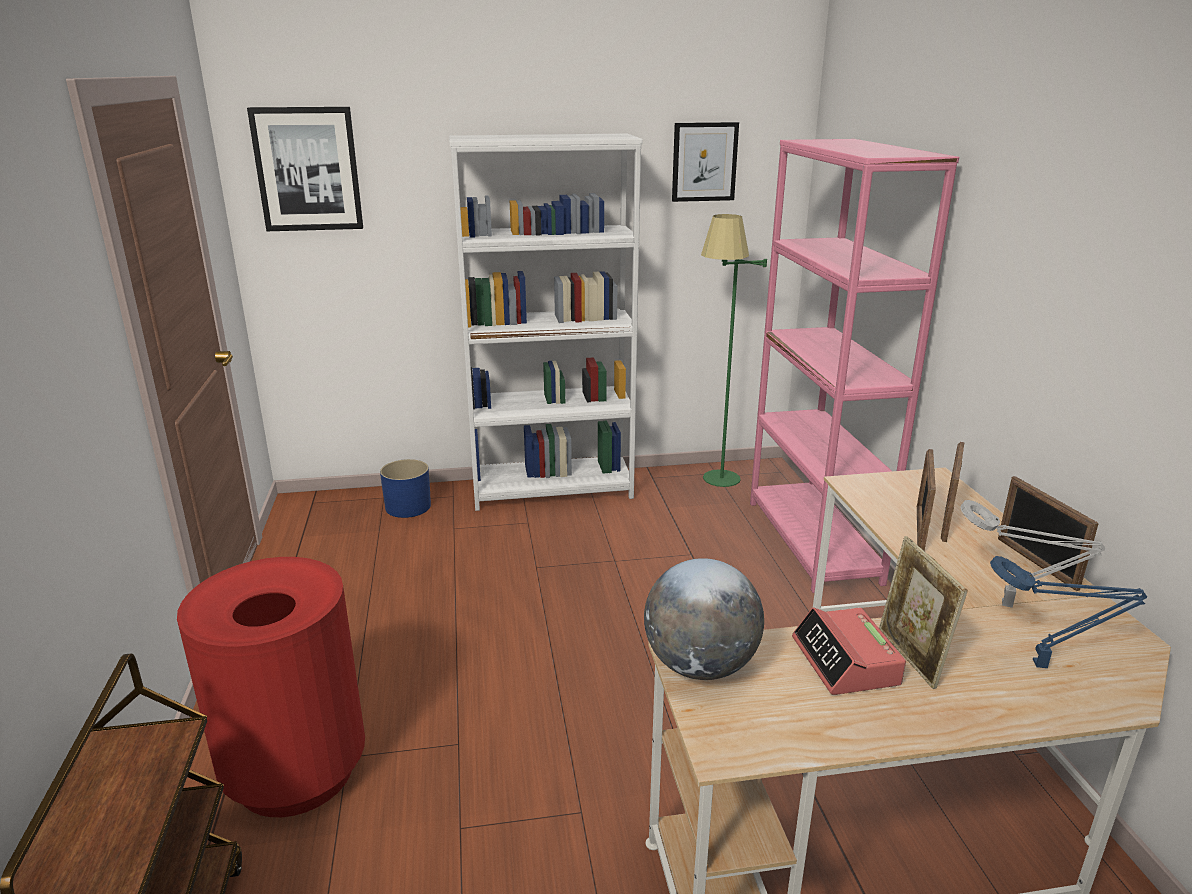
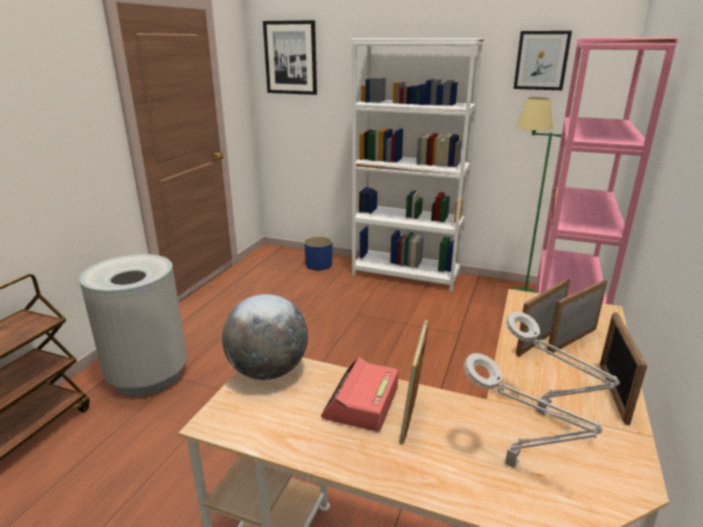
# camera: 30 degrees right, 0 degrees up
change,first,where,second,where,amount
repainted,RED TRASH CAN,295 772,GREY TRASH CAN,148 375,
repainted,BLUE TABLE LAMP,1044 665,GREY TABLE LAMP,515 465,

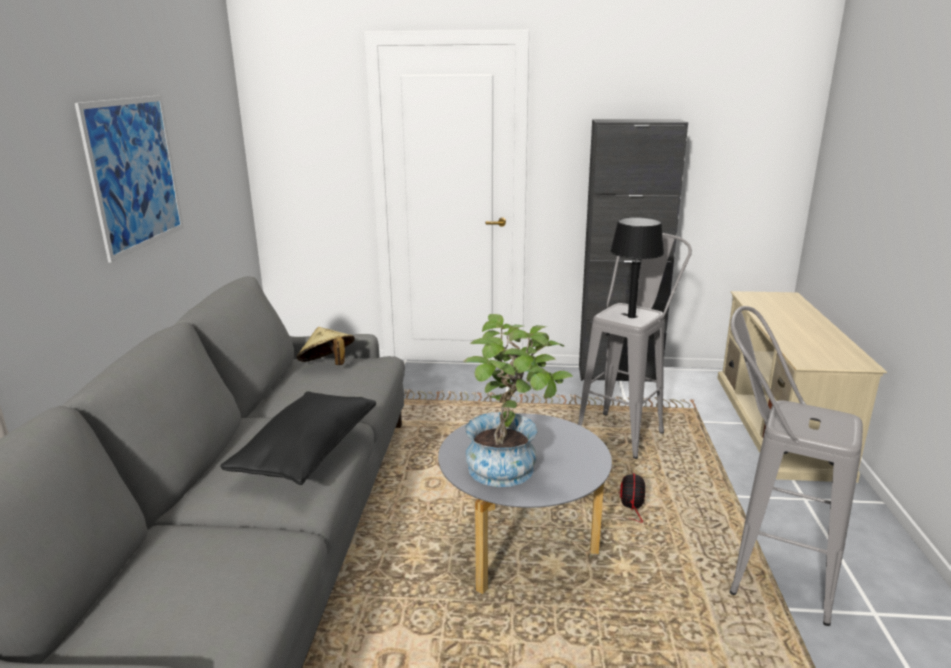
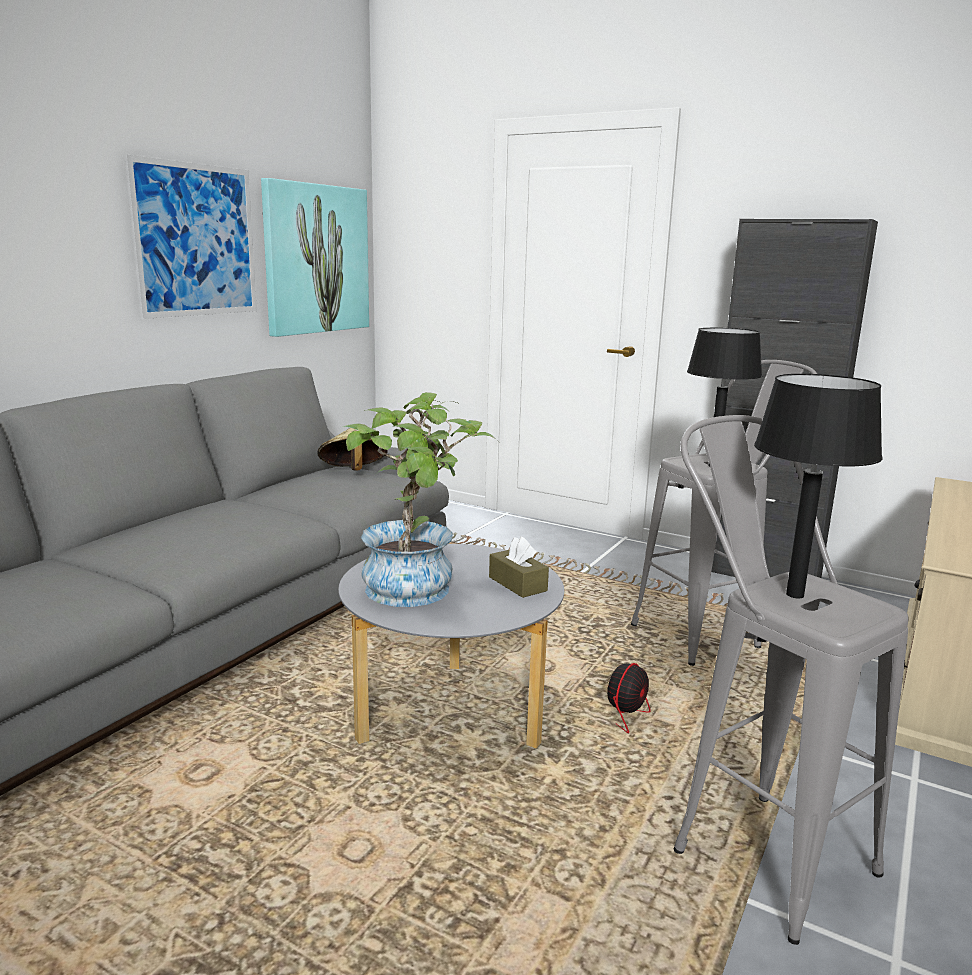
# camera: 25 degrees right, 5 degrees down
change,first,where,second,where,amount
gone,BLACK PILLOW,307 453,,,
new,,,PICTURE,316 259,
new,,,BROWN TISSUE BOX,517 584,
new,,,BLACK TABLE LAMP,796 595,

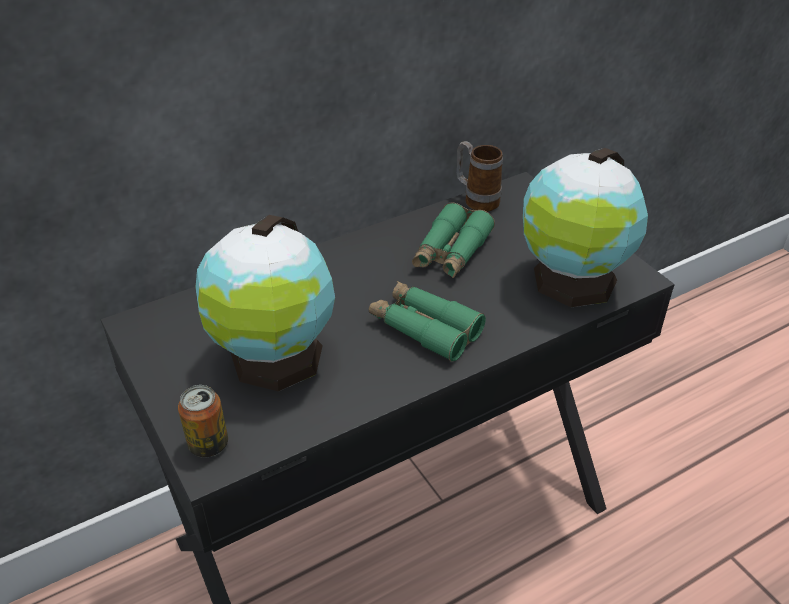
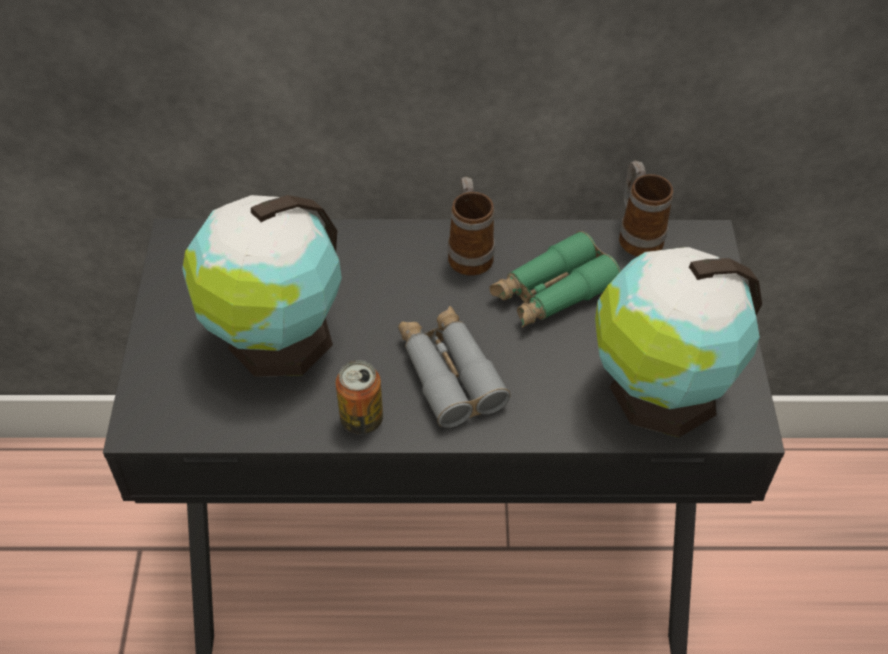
# camera: 30 degrees right, 10 degrees up
change,first,where,second,where,amount
shifted,CAN,208 444,,361 419,
repainted,GREEN BINOCULARS,424 328,GREY BINOCULARS,449 373,
new,,,MUG,469 252,

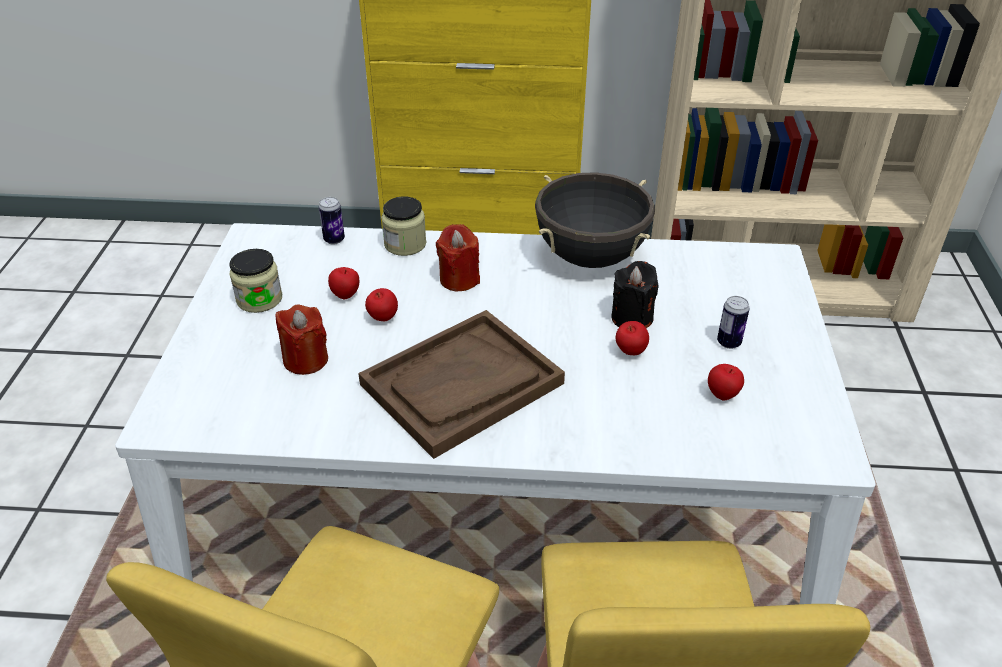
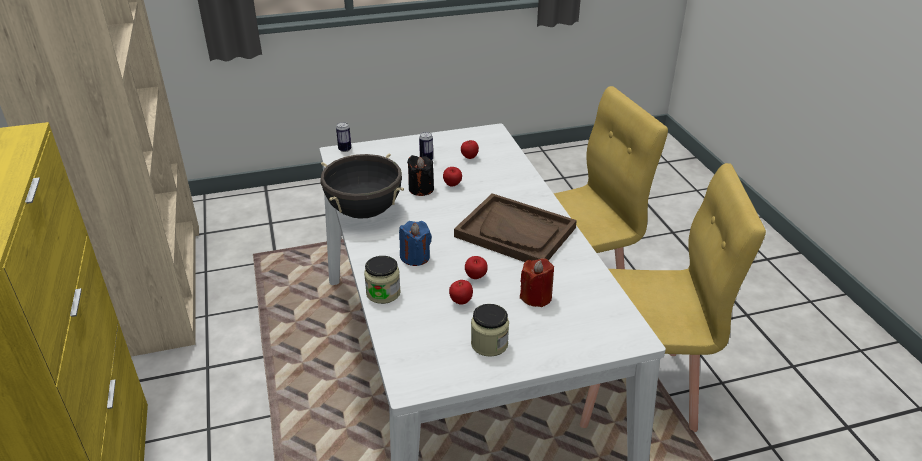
# camera: 110 degrees left, 5 degrees down
change,first,where,second,where,amount
shifted,CAN,334 240,,344 149,
repainted,RED CANDLE,459 279,BLUE CANDLE,415 257,

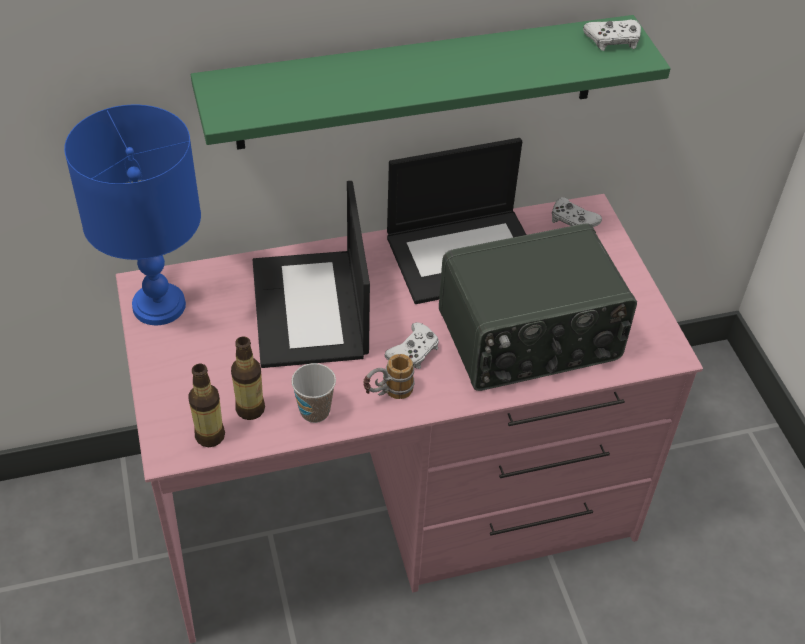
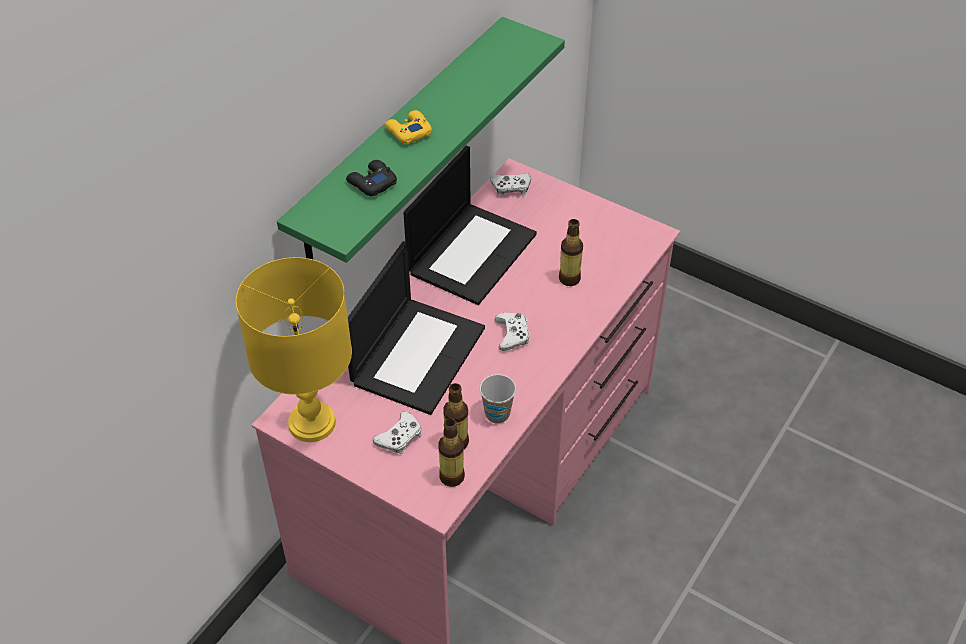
# camera: 40 degrees left, 0 degrees up
change,first,where,second,where,amount
repainted,BLUE TABLE LAMP,159 306,YELLOW TABLE LAMP,312 423,
rotated,LAPTOP,311 310,,417 354,105 degrees counterclockwise
gone,MUG,387 394,,,
swapped,RADIO,530 338,BOTTLE,569 279,
shifted,WHITE GAME CONTROLLER,613 40,,400 437,
new,,,BLACK GAME CONTROLLER,371 183,
new,,,YELLOW GAME CONTROLLER,408 131,

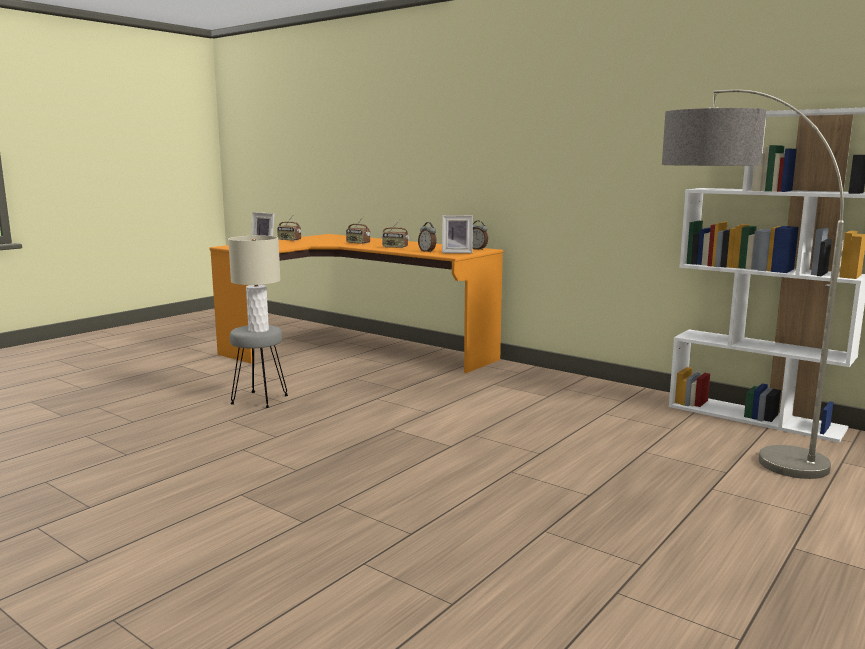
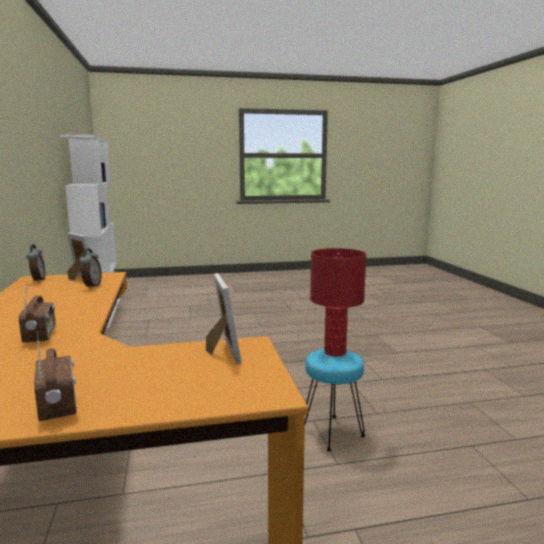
# camera: 140 degrees left, 0 degrees up
change,first,where,second,where,amount
repainted,BEIGE TABLE LAMP,259 330,RED TABLE LAMP,334 352,
repainted,GREY STOOL,259 399,TURQUOISE STOOL,332 433,
gone,RADIO,395 247,,,
gone,FLOOR LAMP,720 442,,,

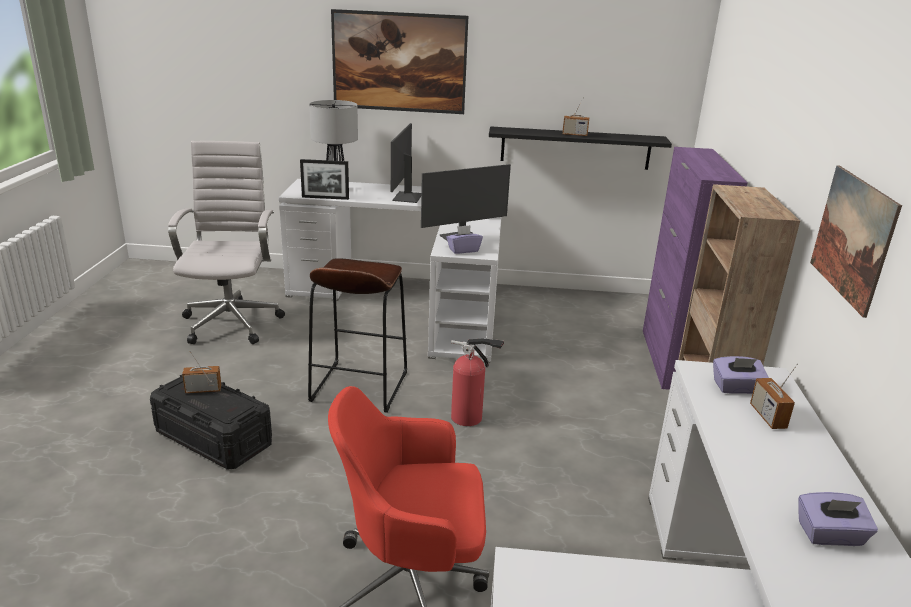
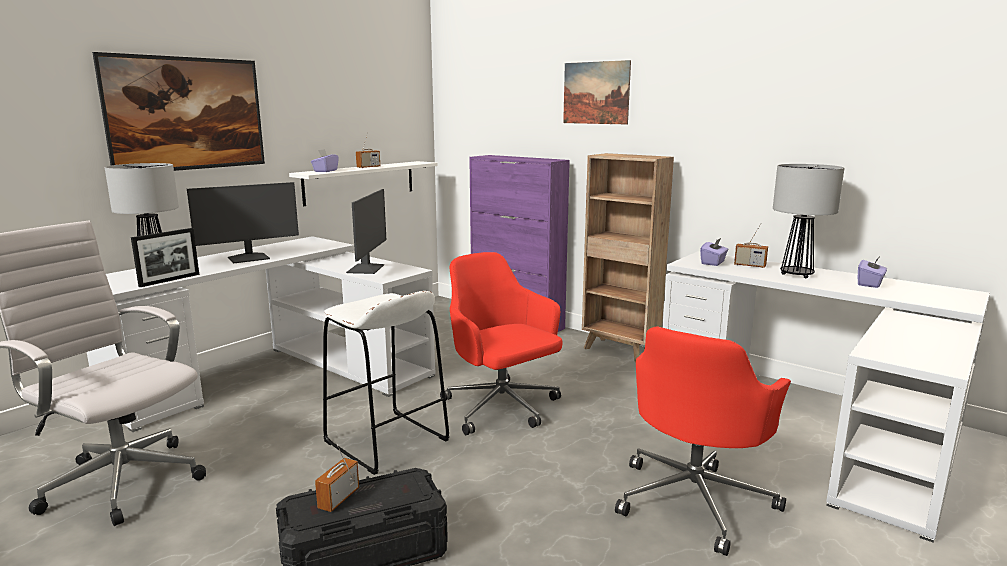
# camera: 55 degrees left, 10 degrees down
change,first,where,second,where,amount
repainted,BROWN STOOL,359 386,WHITE STOOL,386 441,
rotated,MONITOR,406 197,,249 258,75 degrees counterclockwise
shifted,PURPLE TISSUE BOX,463 250,,325 171,
swapped,FIRE EXTINGUISHER,470 418,RED OFFICE CHAIR,502 408,
repainted,BLACK SHELF,575 148,WHITE SHELF,360 182,
shifted,PICTURE,852 237,,596 93,
new,,,TABLE LAMP,796 275,

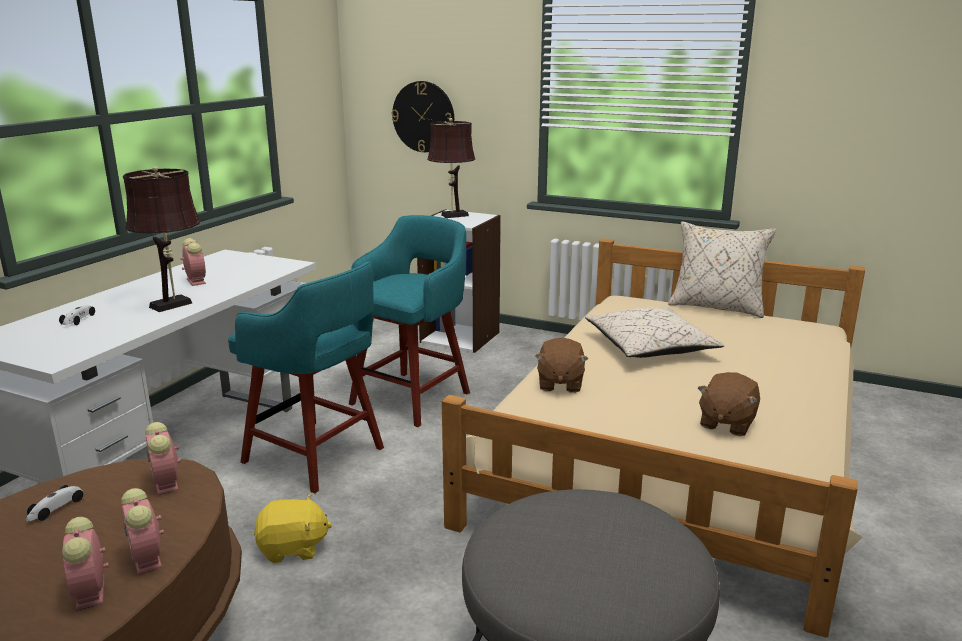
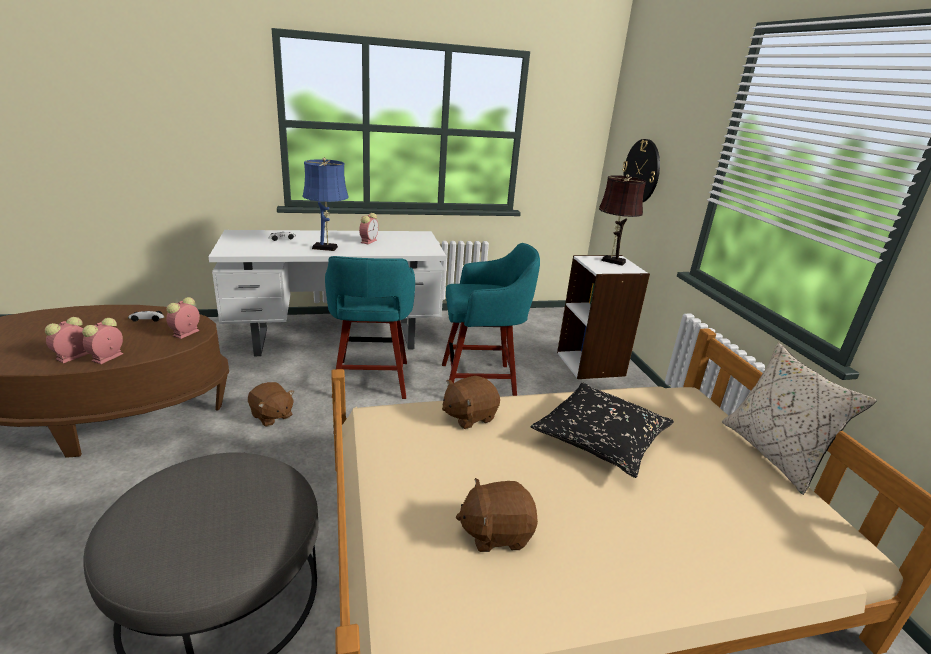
# camera: 50 degrees right, 5 degrees up
change,first,where,second,where,amount
repainted,BROWN TABLE LAMP,175 304,BLUE TABLE LAMP,327 248,
repainted,YELLOW PLUSH TOY,293 548,BROWN PLUSH TOY,271 416,
repainted,BEIGE PILLOW,649 347,BLACK PILLOW,601 439,

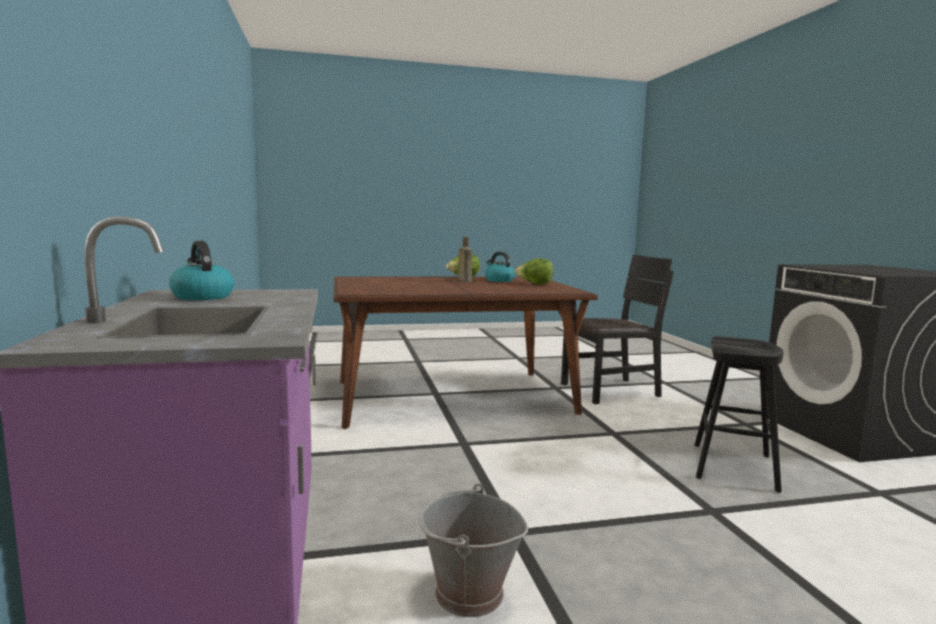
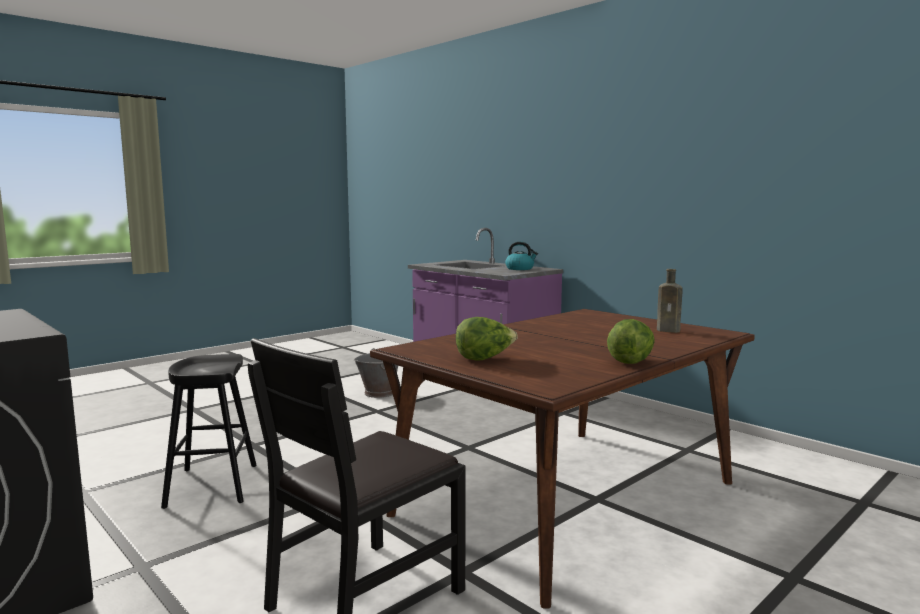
# camera: 150 degrees right, 0 degrees up
change,first,where,second,where,amount
shifted,BROWN BOTTLE,464 281,,670 331,
gone,KETTLE,499 280,,,

